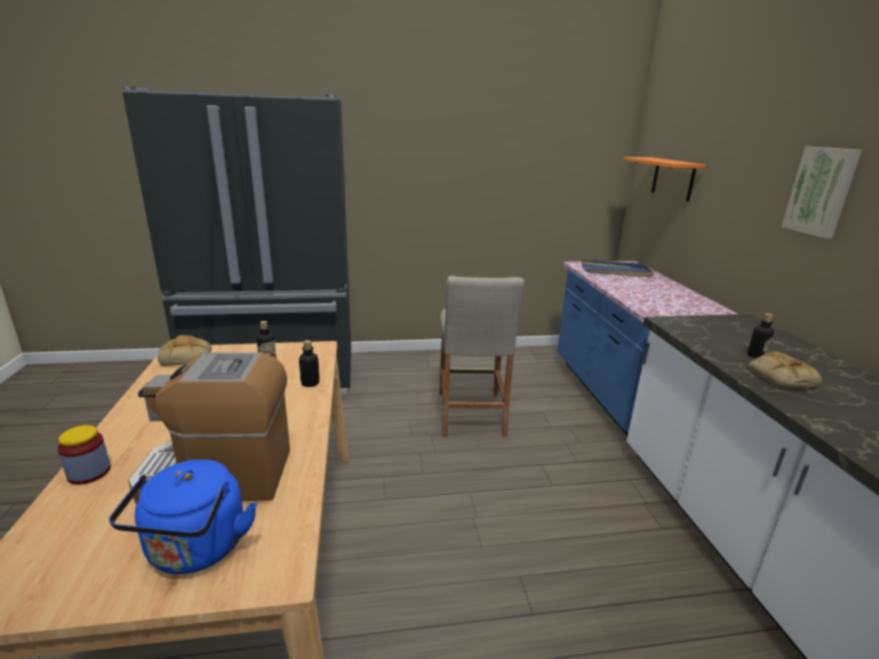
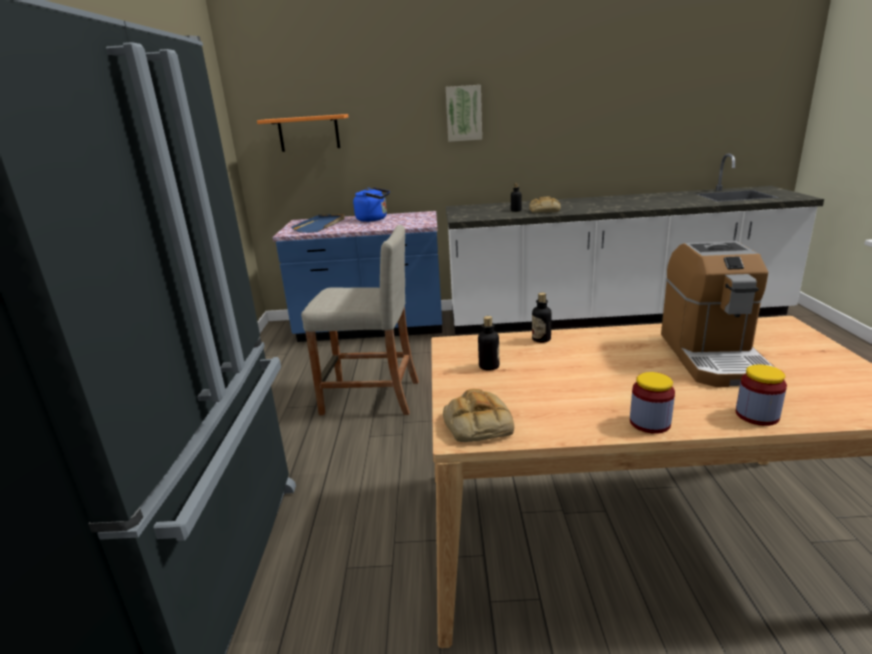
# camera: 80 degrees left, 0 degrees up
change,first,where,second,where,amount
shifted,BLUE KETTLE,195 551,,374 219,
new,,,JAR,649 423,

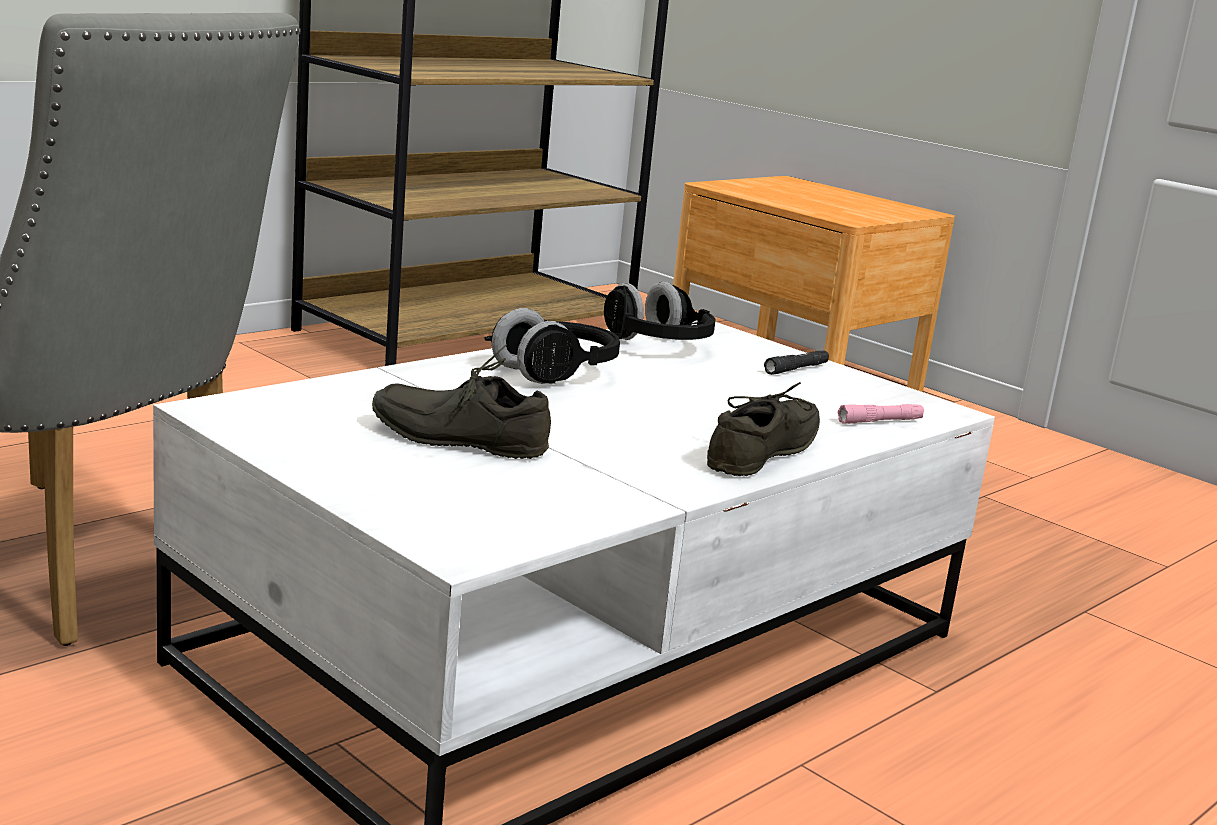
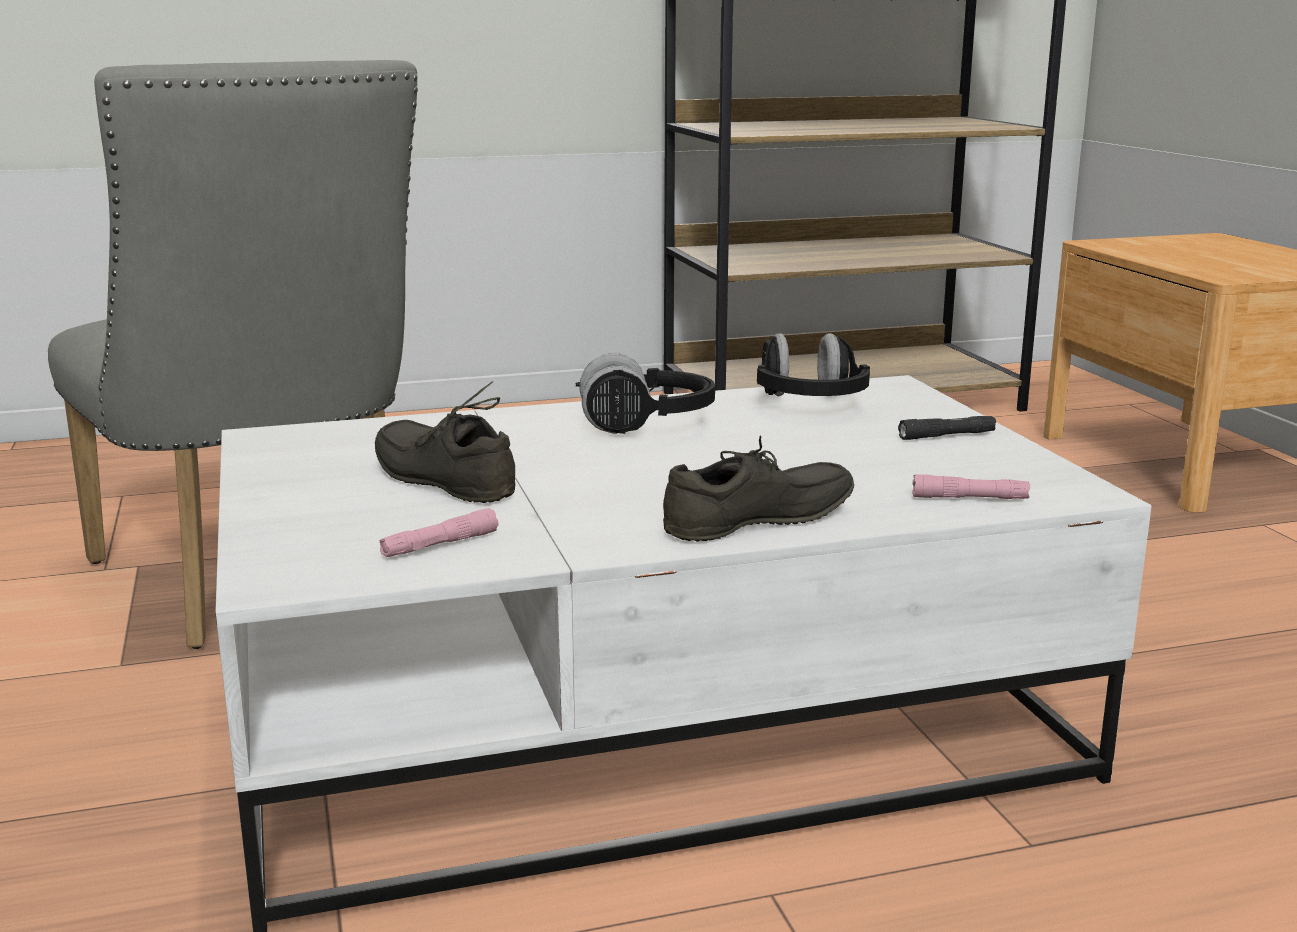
# camera: 30 degrees right, 0 degrees up
change,first,where,second,where,amount
new,,,PINK FLASHLIGHT,440 545,

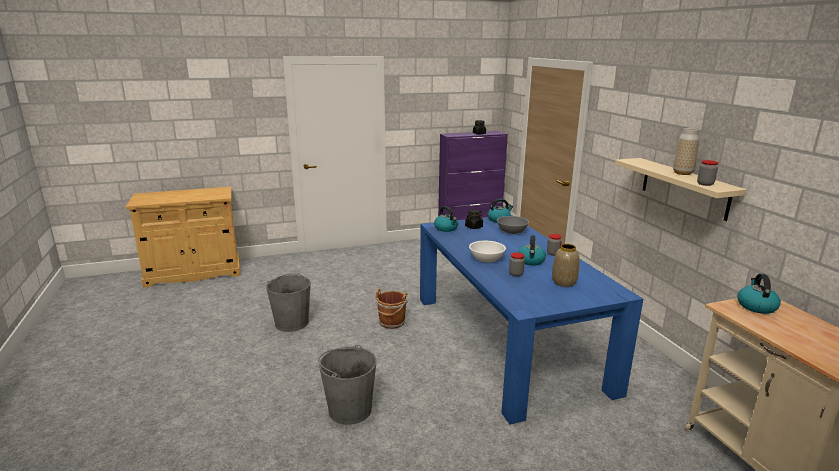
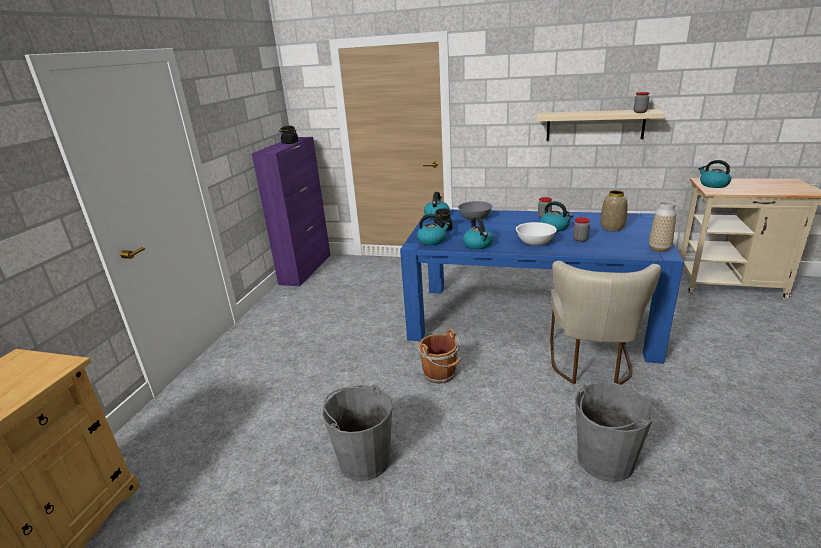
# camera: 55 degrees left, 5 degrees up
change,first,where,second,where,amount
shifted,VASE,682 173,,659 248,
new,,,KETTLE,478 245,
new,,,BEIGE CHAIR,590 365,

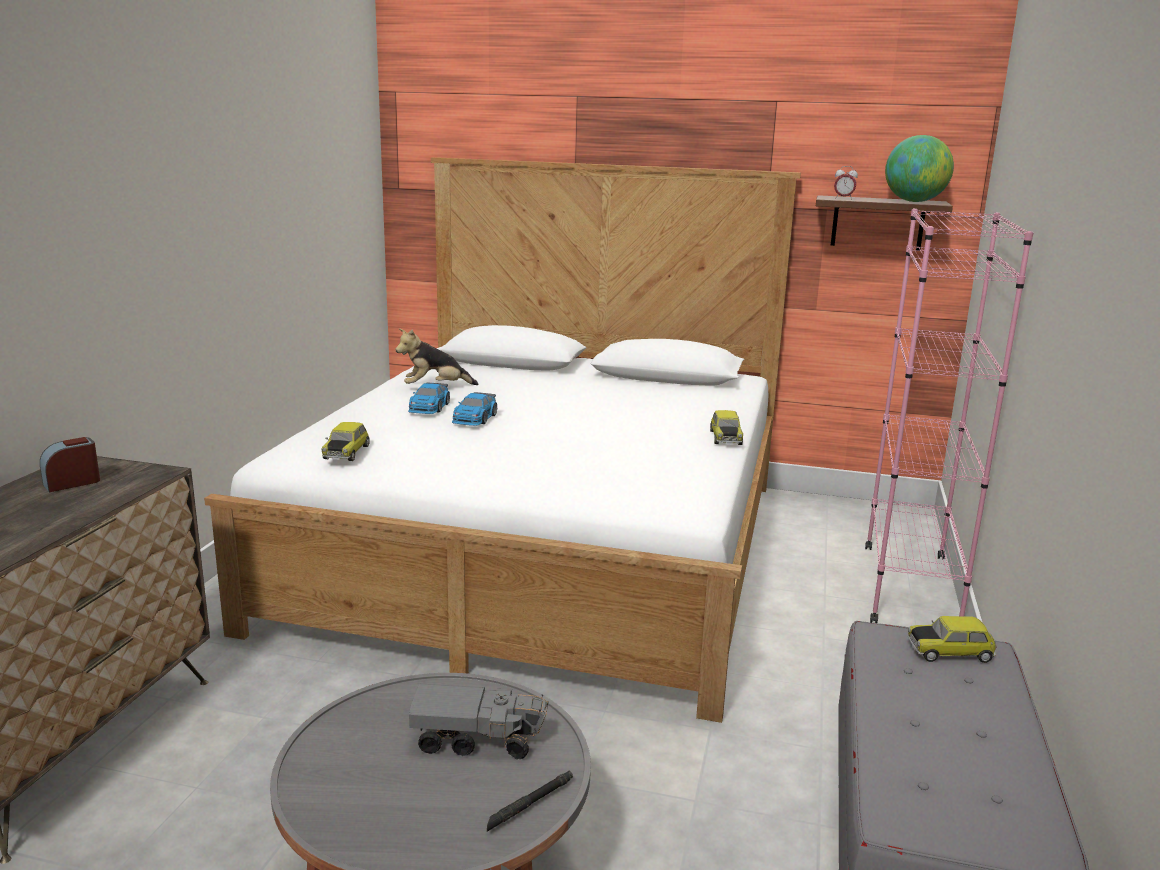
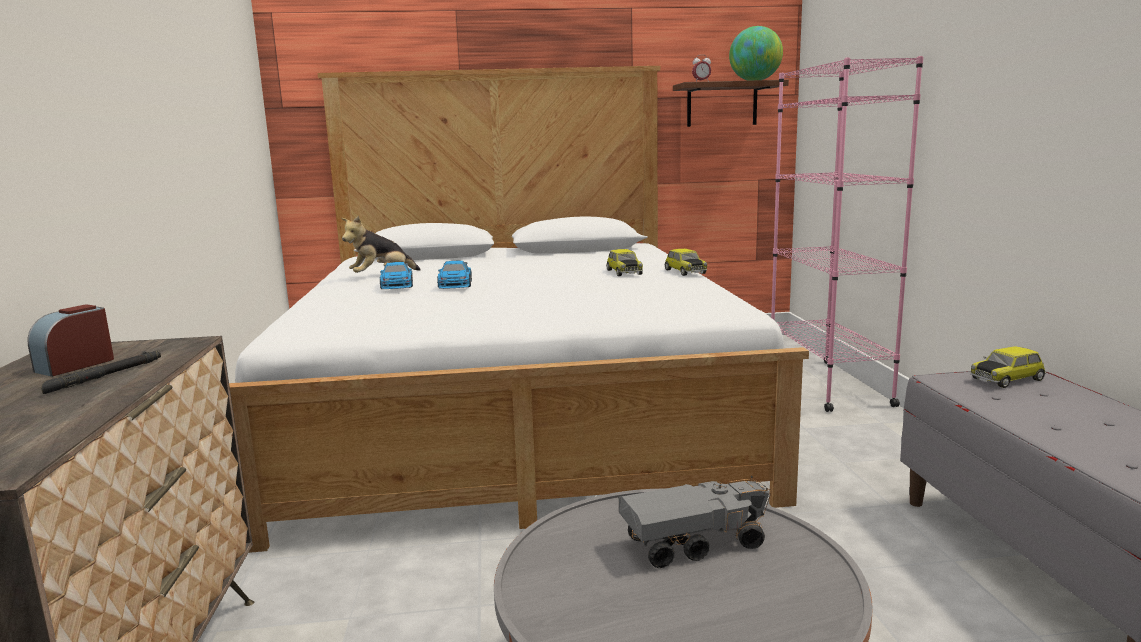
# camera: 20 degrees left, 5 degrees down
change,first,where,second,where,amount
shifted,TOY CAR,345 452,,623 272,
shifted,BLACK FLASHLIGHT,529 804,,105 376,

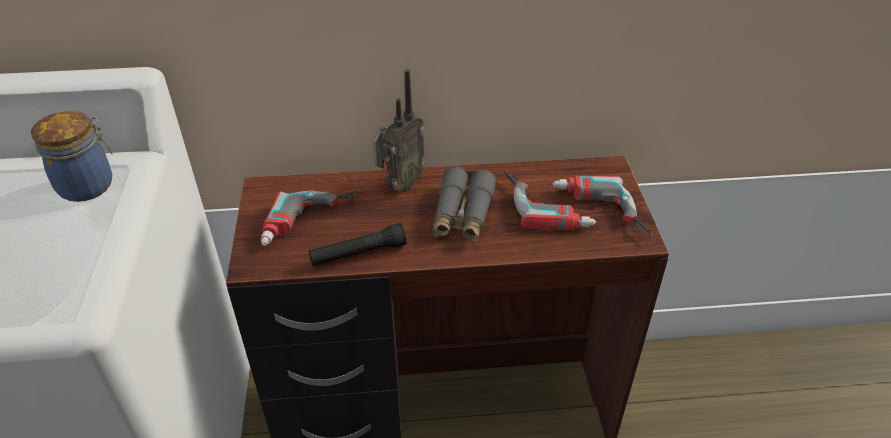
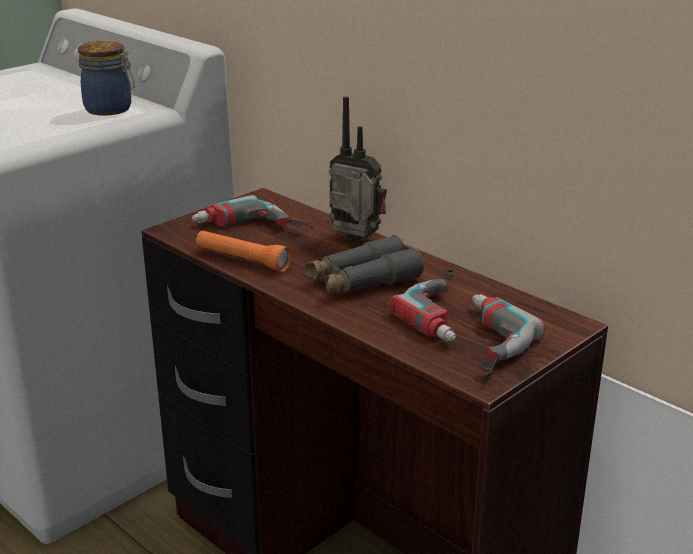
# camera: 50 degrees right, 15 degrees down
change,first,where,second,where,amount
repainted,BLACK FLASHLIGHT,358 254,ORANGE FLASHLIGHT,242 260,
rotated,RADIO,399 185,,354 241,150 degrees counterclockwise

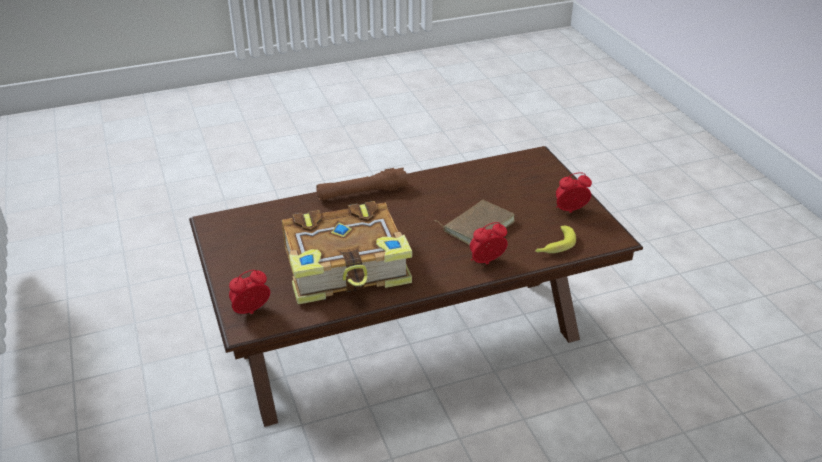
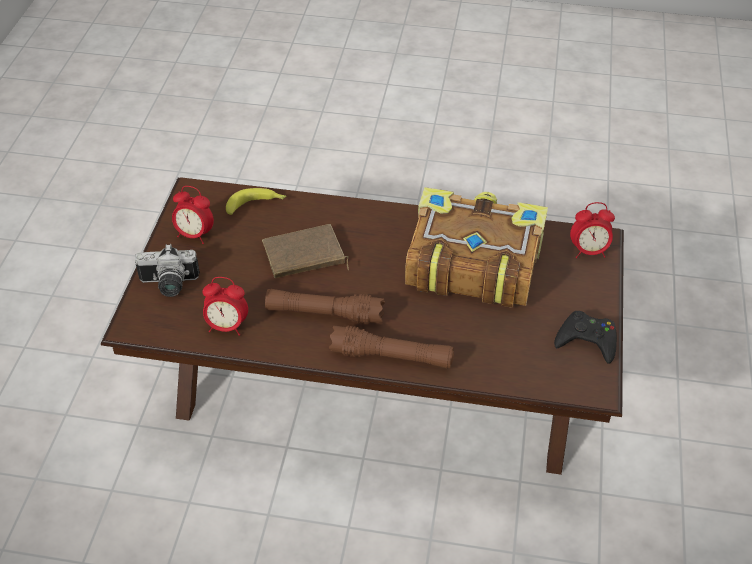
# camera: 150 degrees left, 10 degrees up
change,first,where,second,where,amount
shifted,ALARM CLOCK,486 262,,227 326,
new,,,PHOTO CAMERA,168 285,
new,,,BROWN FLASHLIGHT,324 314,
new,,,BLACK GAME CONTROLLER,587 340,

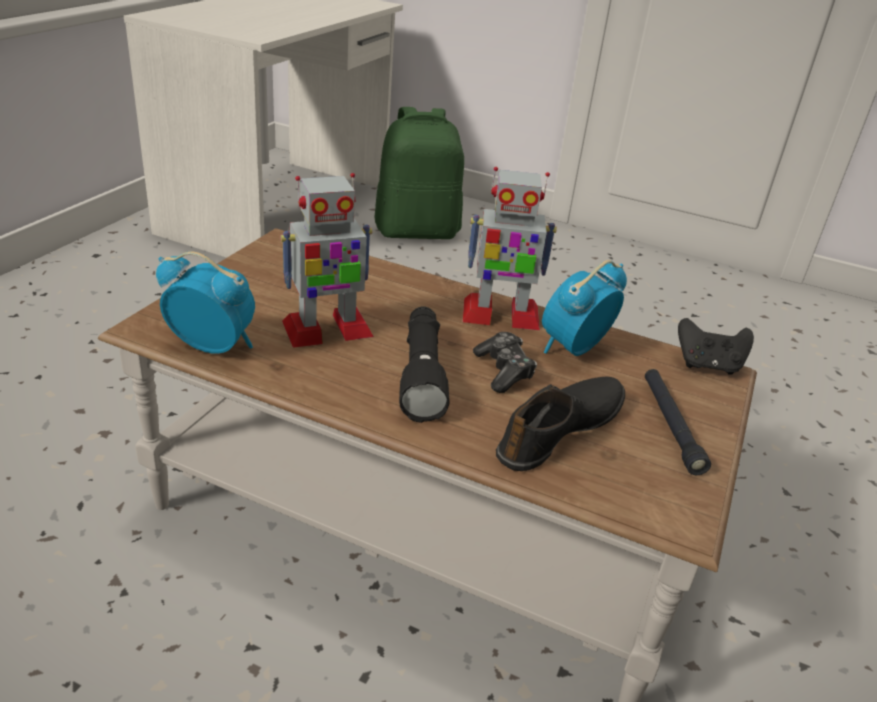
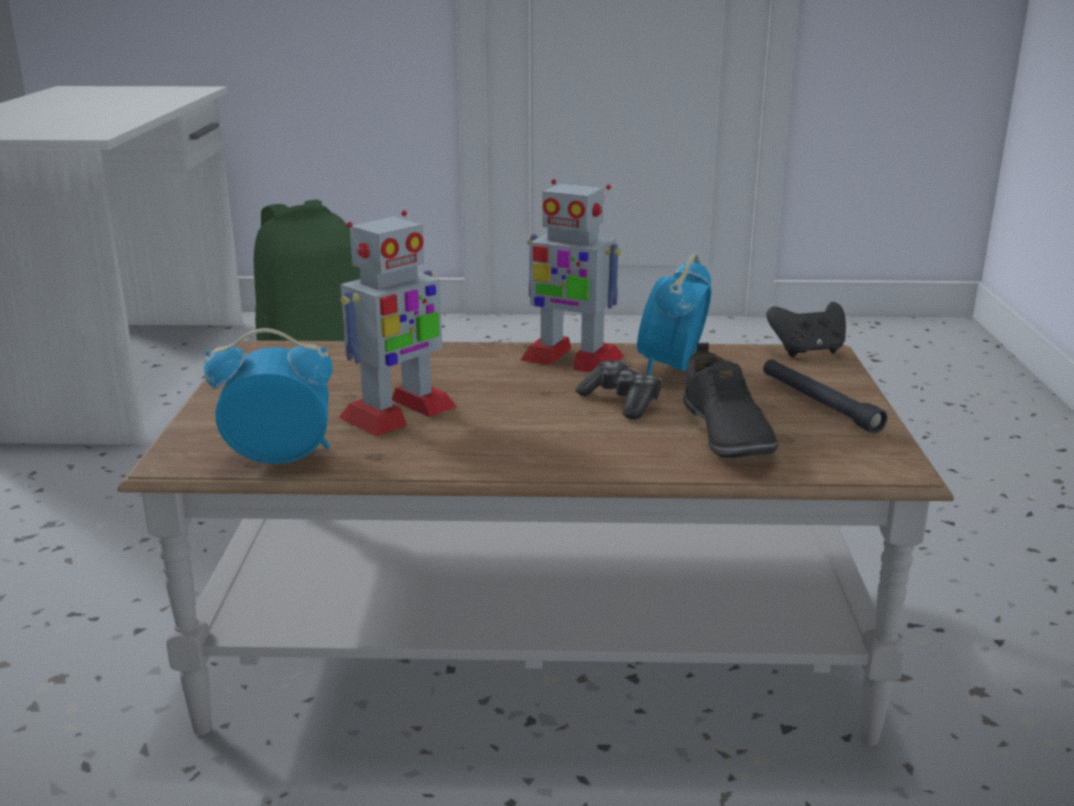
# camera: 20 degrees left, 10 degrees down
change,first,where,second,where,amount
gone,BLACK FLASHLIGHT,421 373,,,
rotated,TOY ROBOT,499 314,,570 358,45 degrees clockwise
rotated,BLACK SHOE,561 431,,724 433,150 degrees clockwise

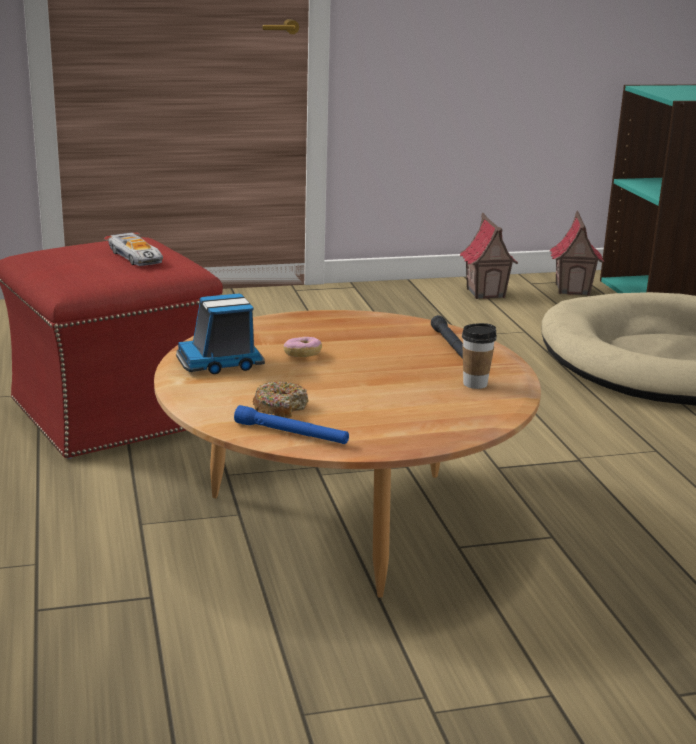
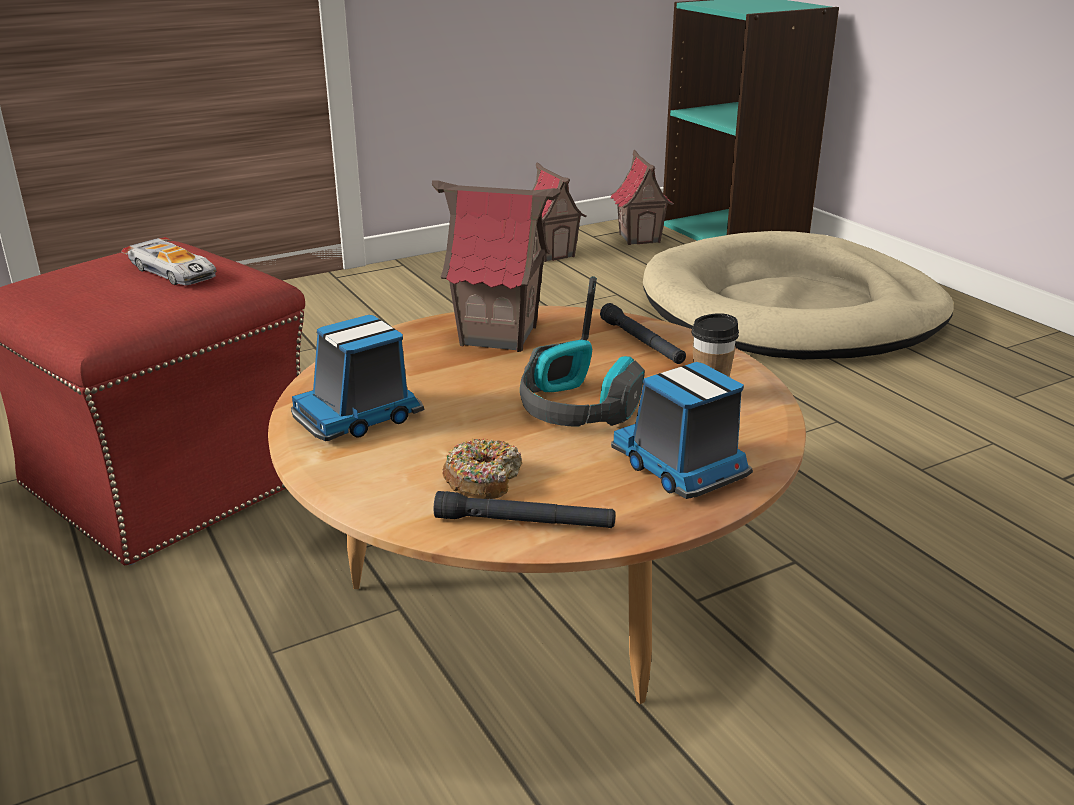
# camera: 15 degrees left, 5 degrees up
change,first,where,second,where,amount
repainted,BLUE FLASHLIGHT,291 434,BLACK FLASHLIGHT,524 522,
gone,DONUT,302 355,,,
new,,,TOY HOUSE,498 336,
new,,,HEADPHONES,578 406,
new,,,TOY TRUCK,680 467,

